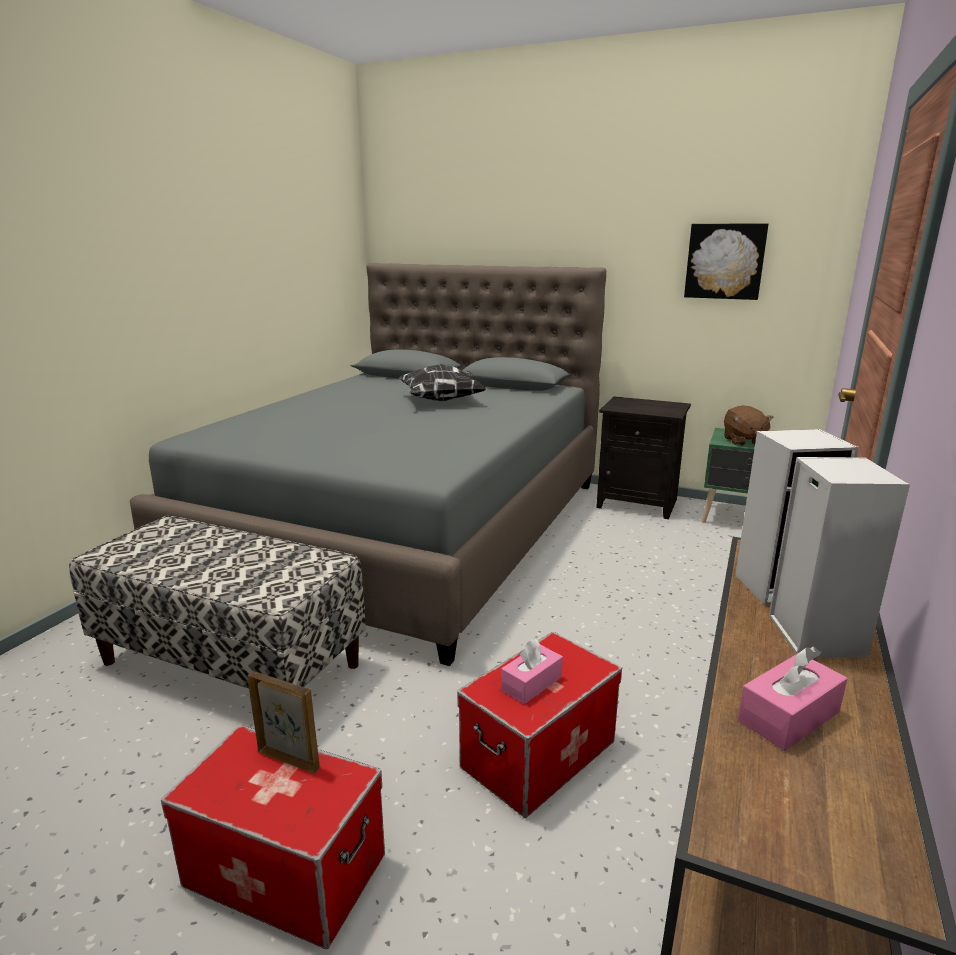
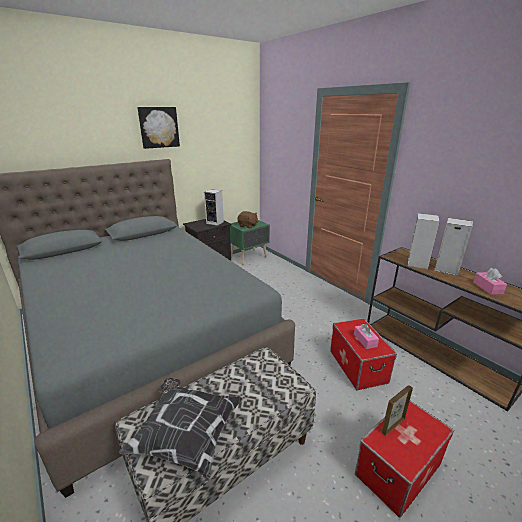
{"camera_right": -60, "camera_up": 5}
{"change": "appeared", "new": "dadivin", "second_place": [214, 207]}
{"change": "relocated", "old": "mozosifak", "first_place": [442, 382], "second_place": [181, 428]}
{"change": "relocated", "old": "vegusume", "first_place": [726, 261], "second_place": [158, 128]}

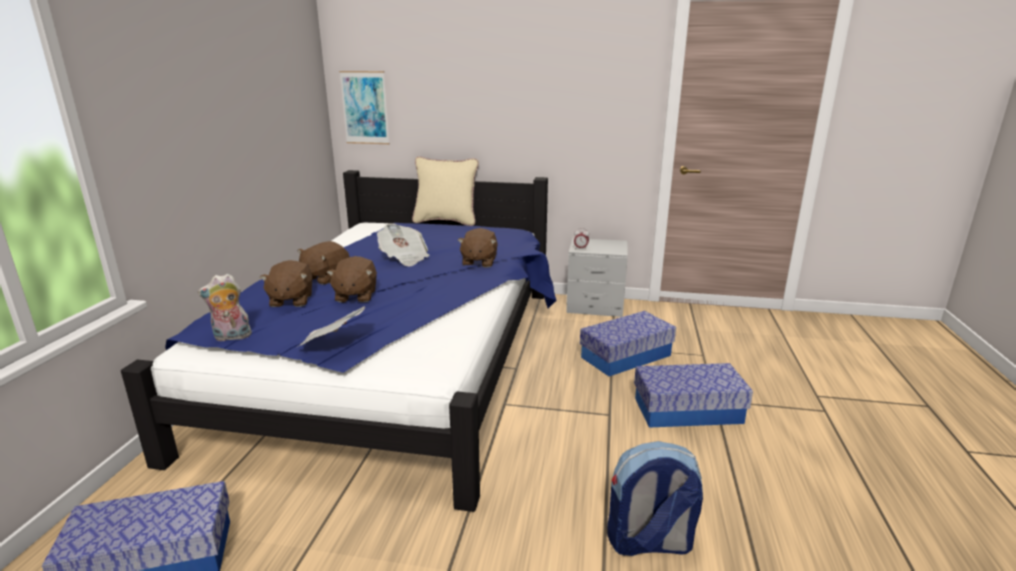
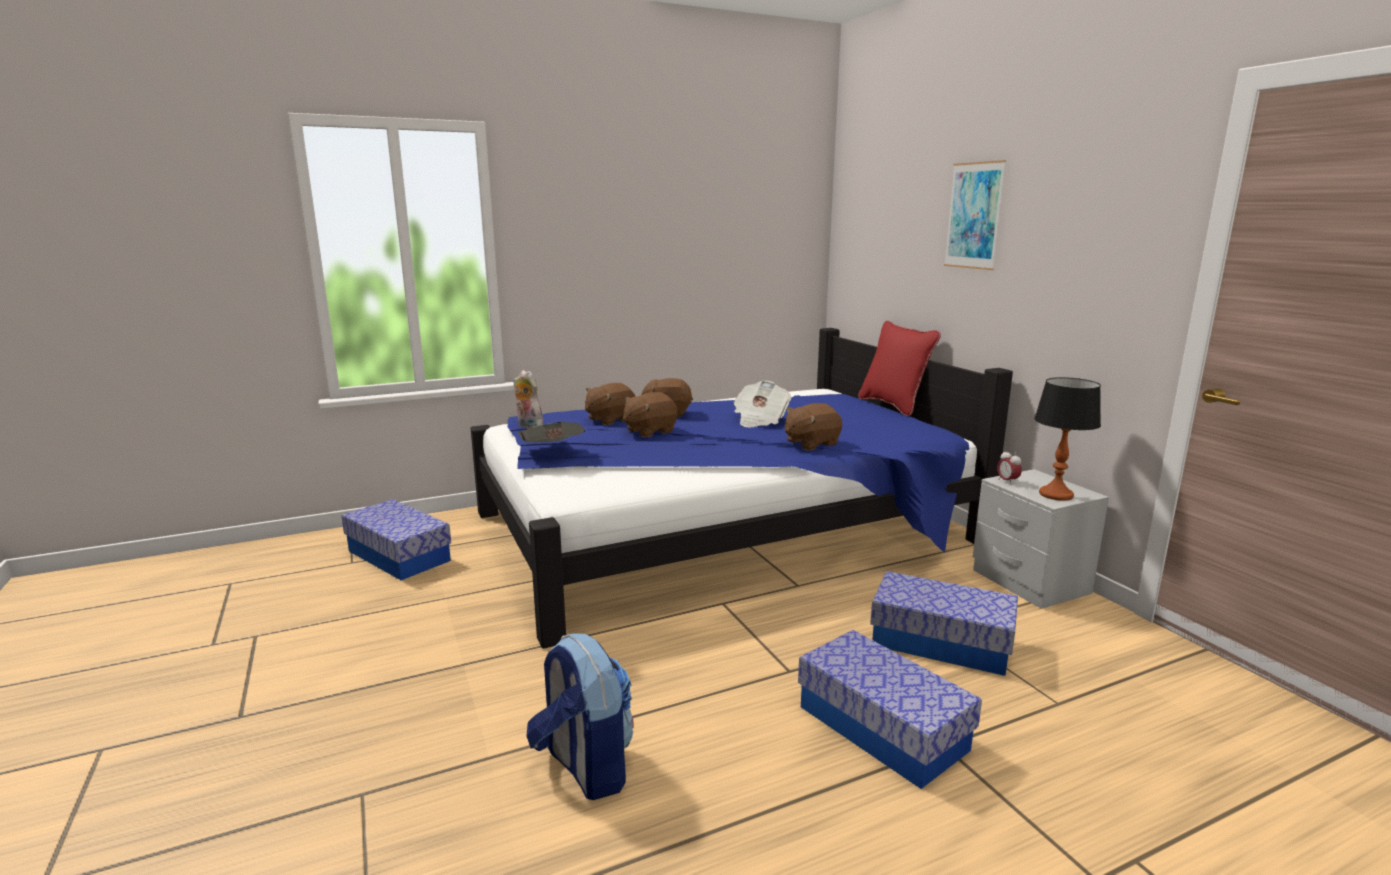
{"camera_right": 55, "camera_up": -5}
{"change": "appeared", "new": "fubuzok", "second_place": [1067, 439]}
{"change": "relocated", "old": "vegusume", "first_place": [364, 107], "second_place": [975, 215]}
{"change": "colour", "old": "beige mozosifak", "new": "red mozosifak", "first_place": [445, 191], "second_place": [899, 368]}

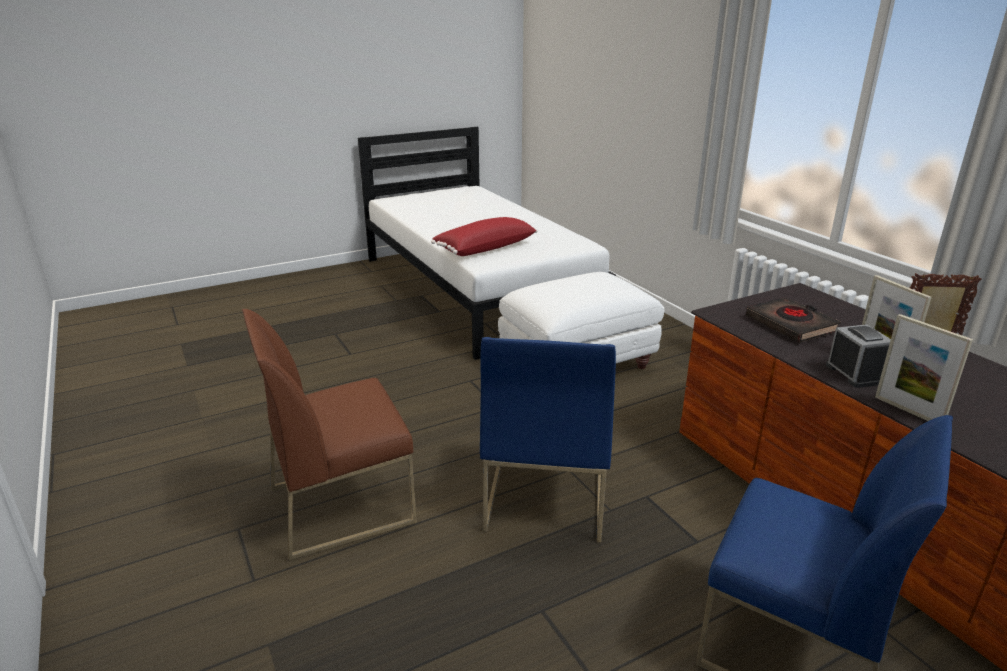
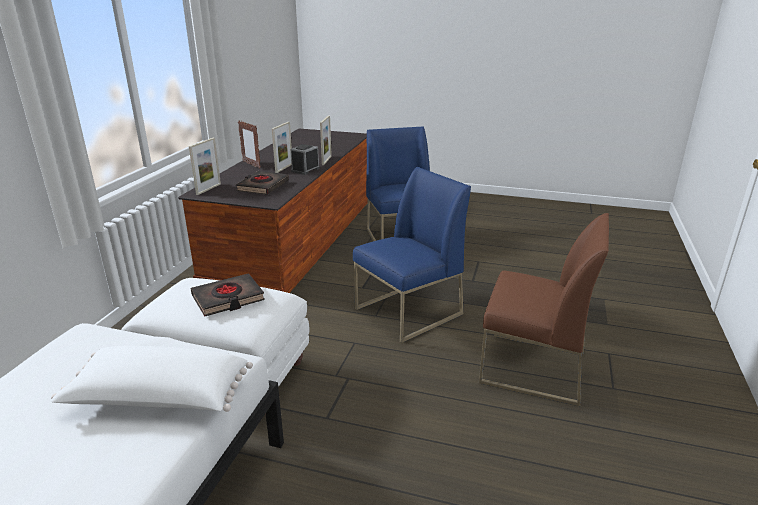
{"camera_right": -135, "camera_up": 0}
{"change": "appeared", "new": "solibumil", "second_place": [205, 166]}
{"change": "appeared", "new": "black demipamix", "second_place": [228, 295]}
{"change": "colour", "old": "red mozosifak", "new": "white mozosifak", "first_place": [484, 236], "second_place": [152, 379]}

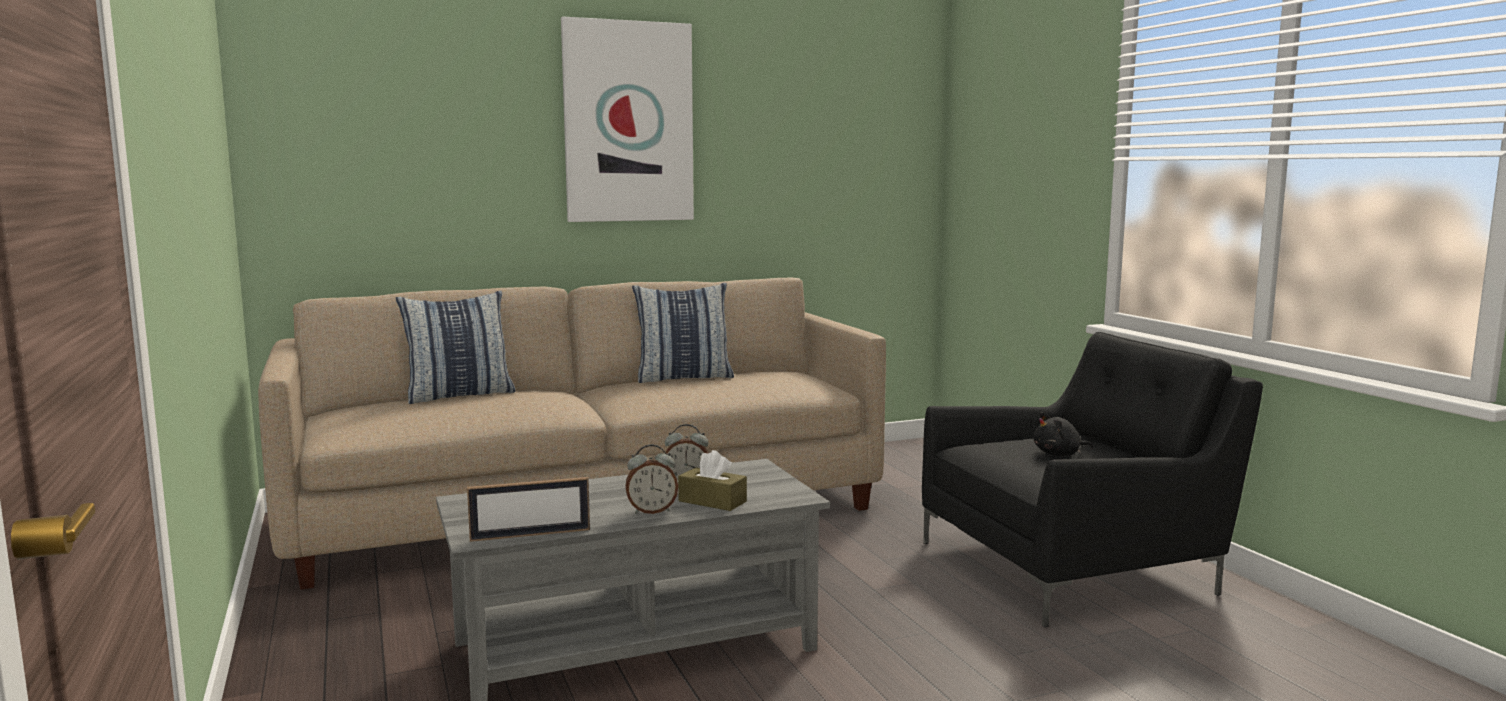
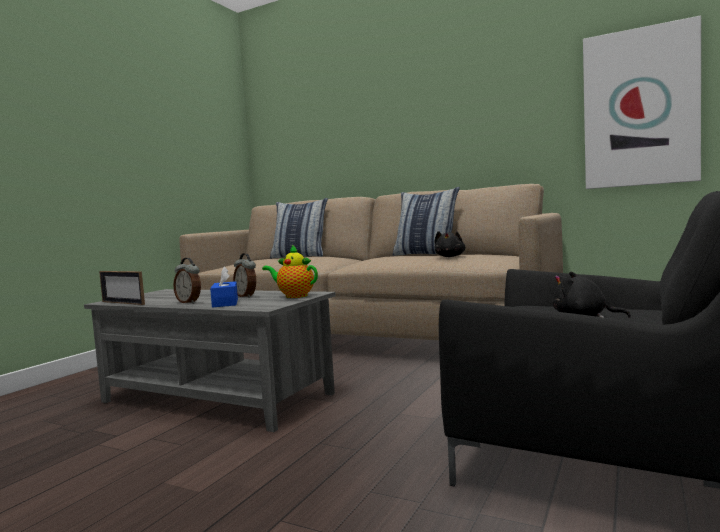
{"camera_right": 50, "camera_up": -5}
{"change": "appeared", "new": "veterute", "second_place": [290, 271]}
{"change": "appeared", "new": "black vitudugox", "second_place": [449, 244]}
{"change": "relocated", "old": "vegusume", "first_place": [627, 119], "second_place": [642, 102]}
{"change": "colour", "old": "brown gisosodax", "new": "blue gisosodax", "first_place": [712, 480], "second_place": [224, 287]}

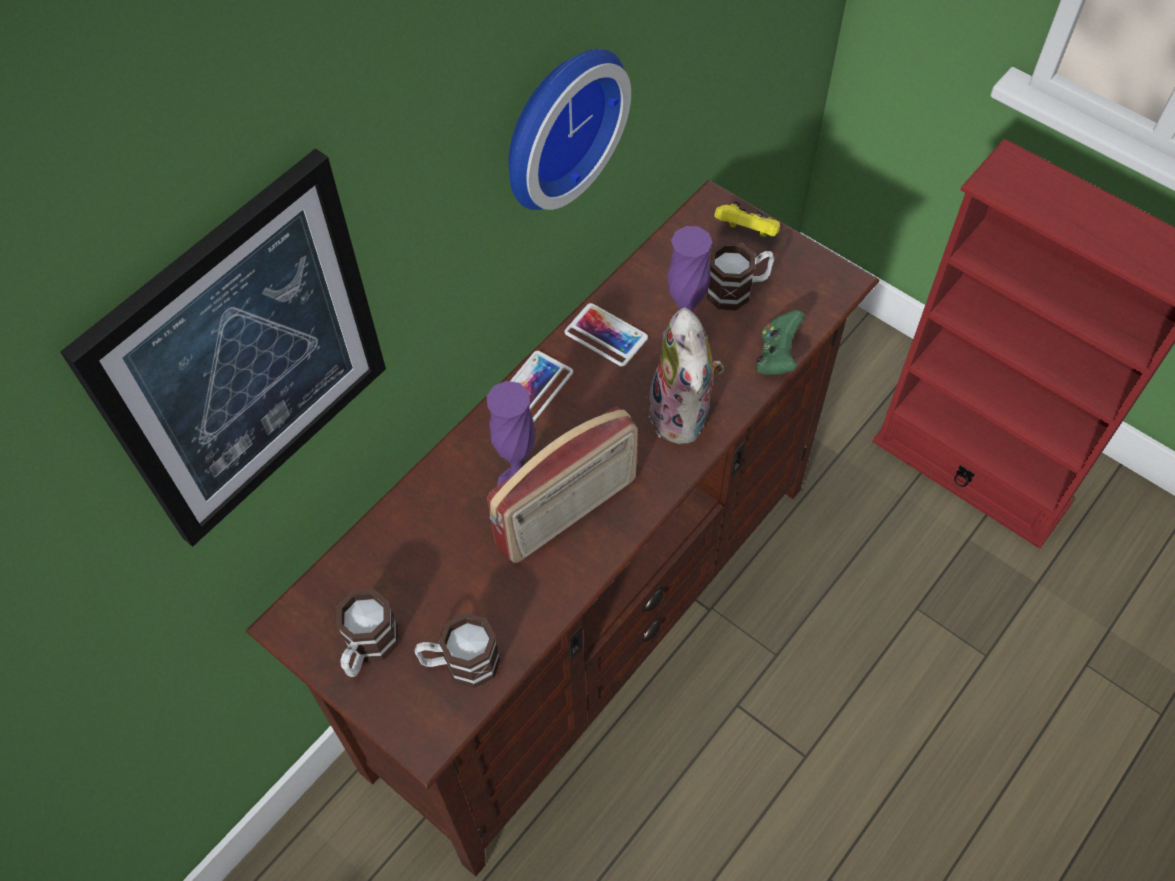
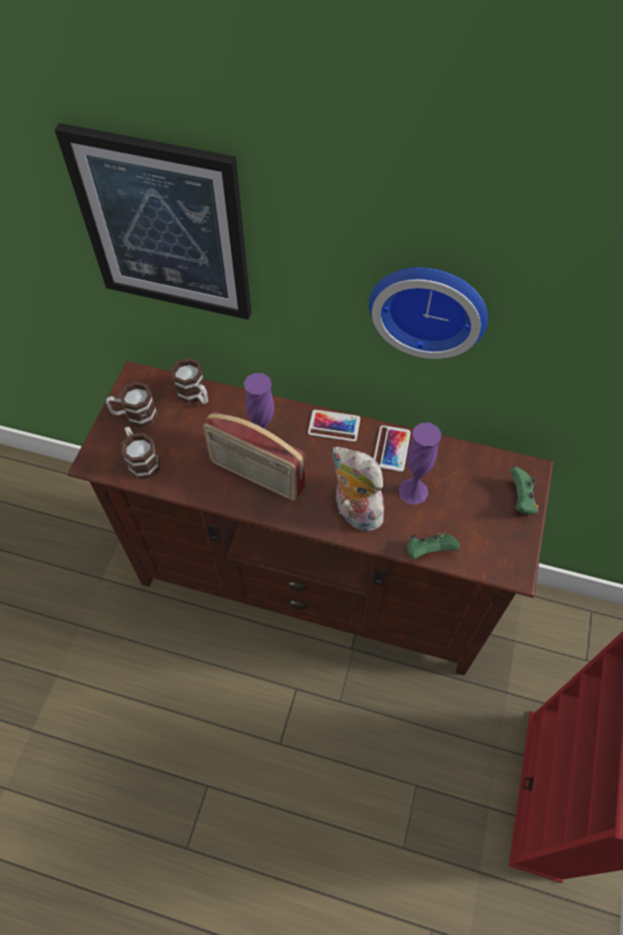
{"camera_right": 65, "camera_up": 0}
{"change": "relocated", "old": "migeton", "first_place": [740, 276], "second_place": [189, 381]}
{"change": "colour", "old": "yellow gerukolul", "new": "green gerukolul", "first_place": [747, 219], "second_place": [524, 490]}
{"change": "spun", "old": "vitudugox", "first_place": [686, 375], "second_place": [361, 489], "degrees": 75}

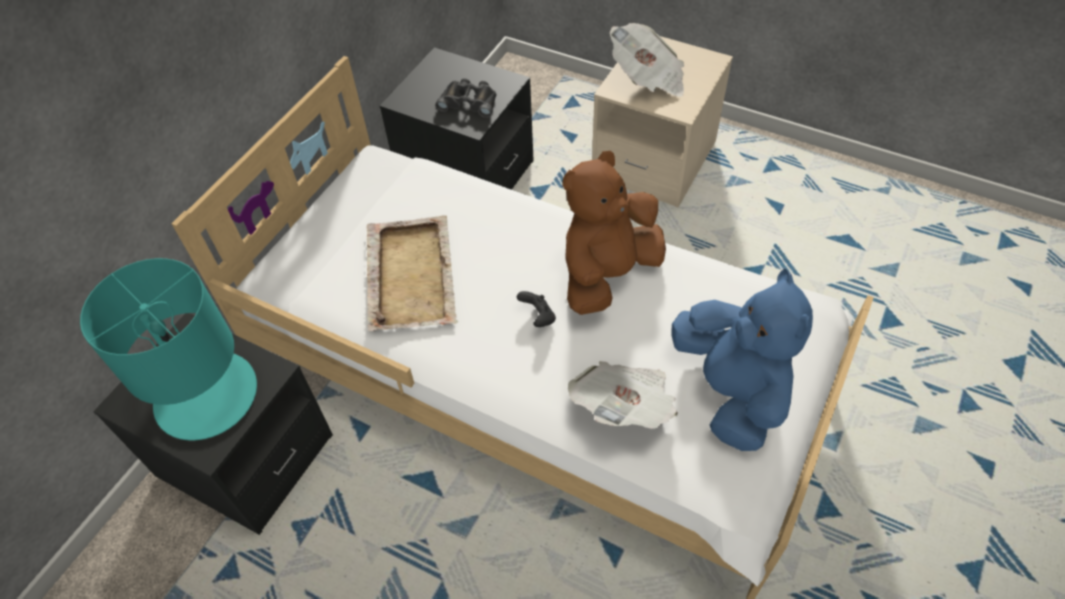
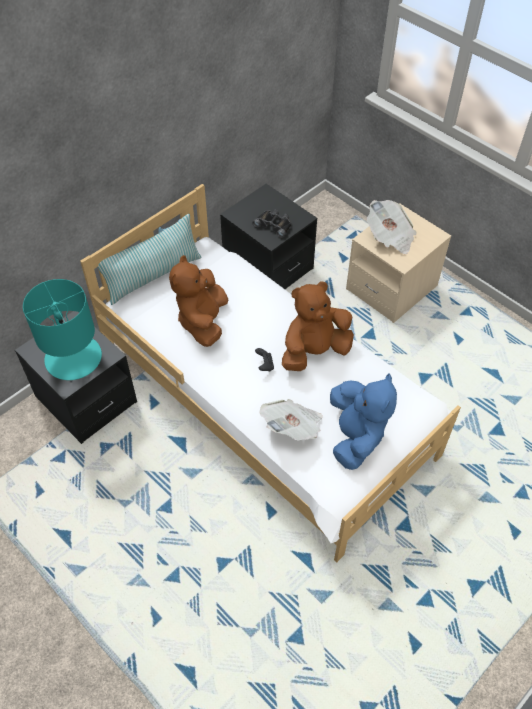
{"camera_right": 15, "camera_up": 0}
{"change": "appeared", "new": "mozosifak", "second_place": [150, 259]}
{"change": "exchanged", "old": "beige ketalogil", "new": "brown vitudugox", "first_place": [412, 273], "second_place": [198, 301]}

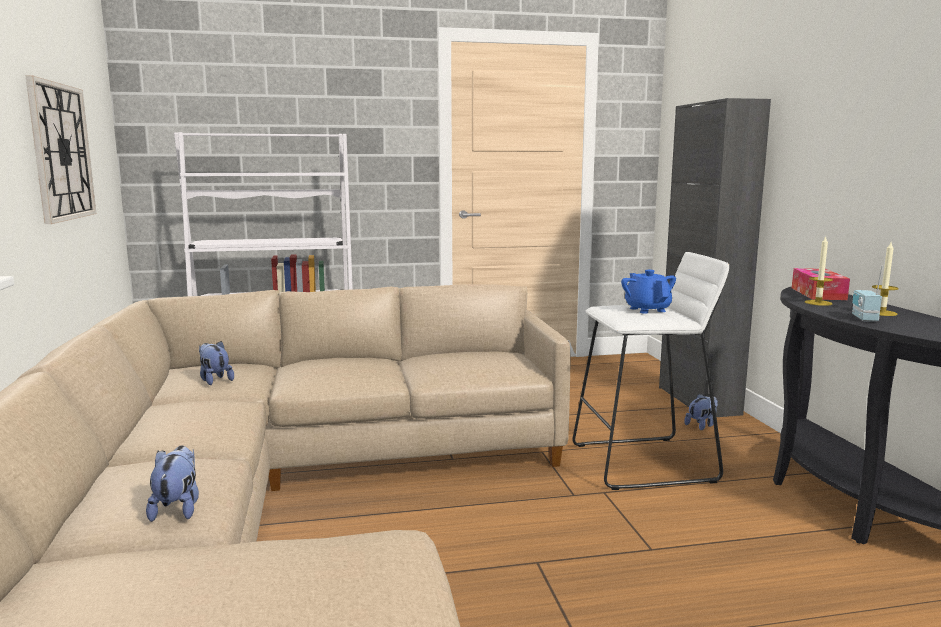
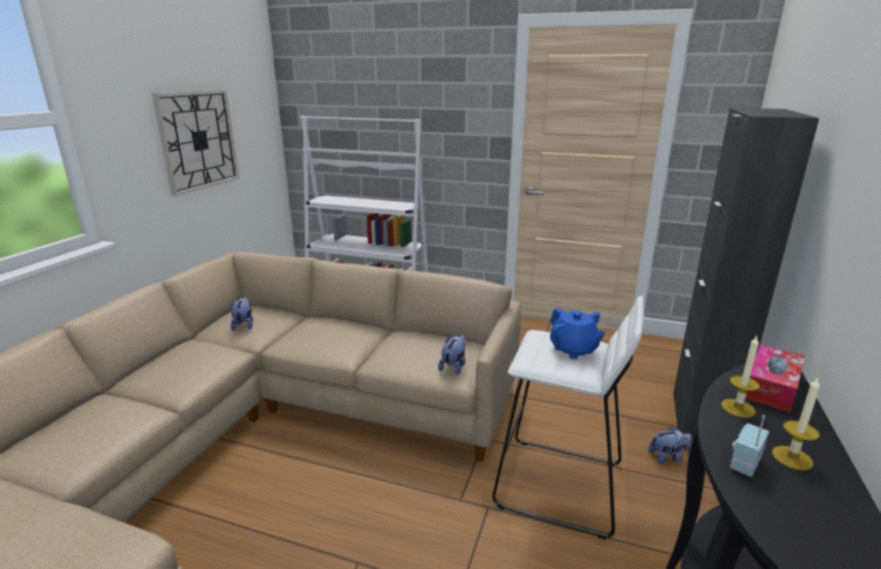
{"camera_right": 30, "camera_up": 10}
{"change": "relocated", "old": "vitudugox", "first_place": [172, 483], "second_place": [452, 354]}
{"change": "spun", "old": "blue veterute", "first_place": [648, 292], "second_place": [577, 333], "degrees": 135}

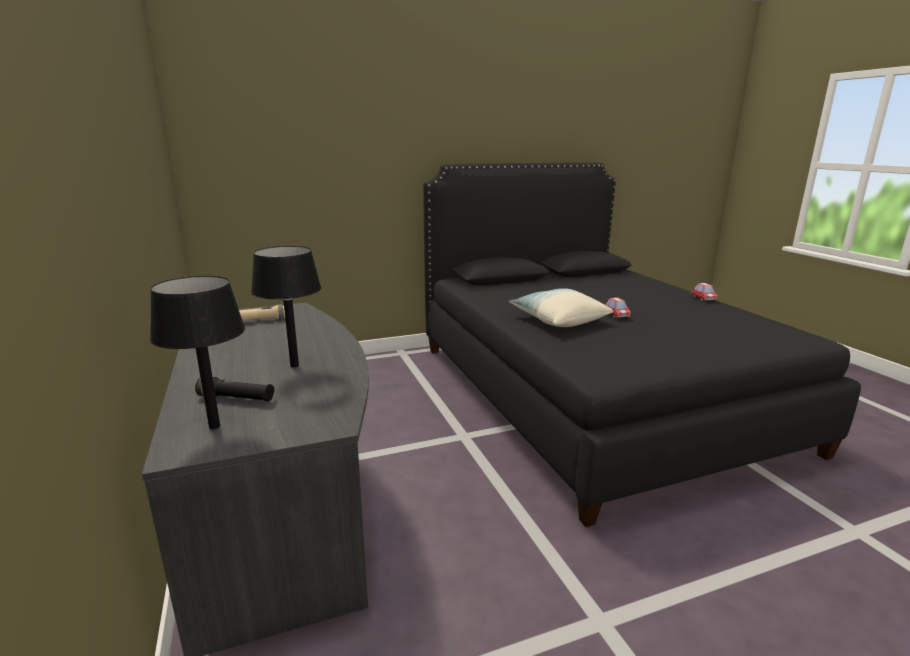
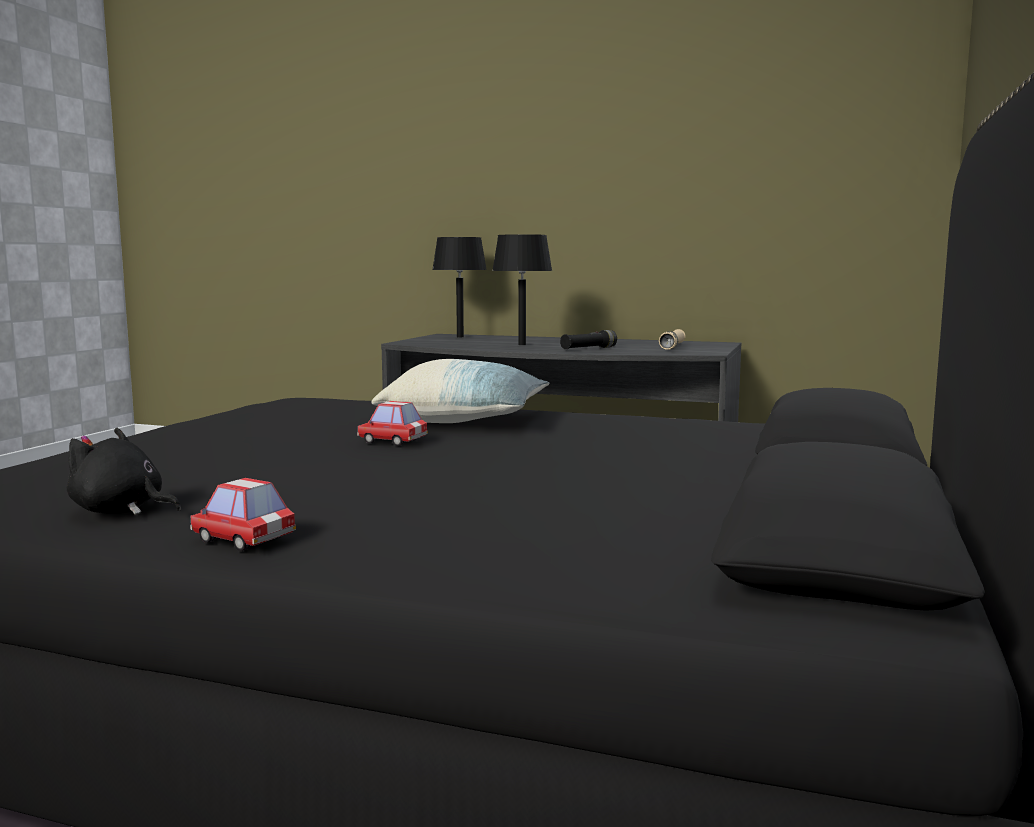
{"camera_right": 130, "camera_up": -10}
{"change": "appeared", "new": "black vitudugox", "second_place": [124, 471]}
{"change": "relocated", "old": "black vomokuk", "first_place": [235, 389], "second_place": [588, 339]}

